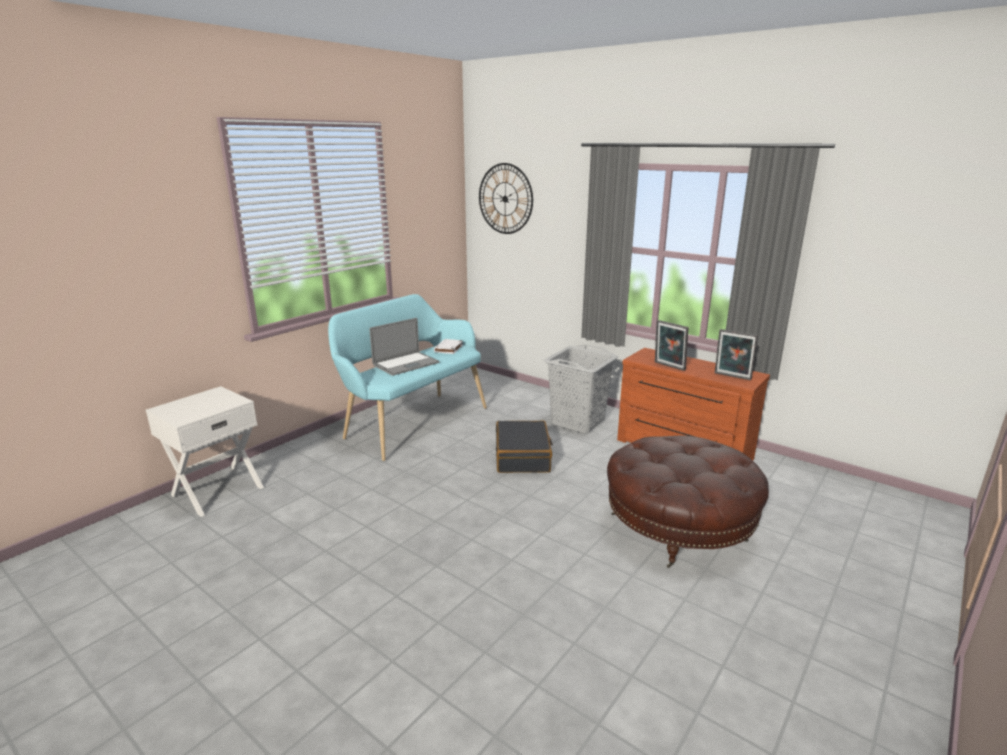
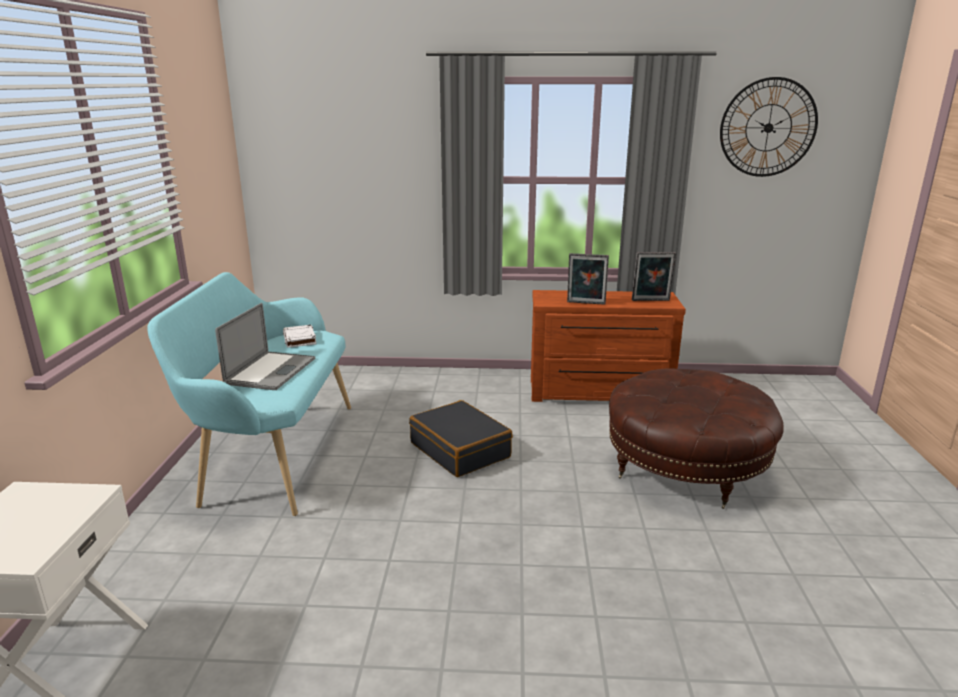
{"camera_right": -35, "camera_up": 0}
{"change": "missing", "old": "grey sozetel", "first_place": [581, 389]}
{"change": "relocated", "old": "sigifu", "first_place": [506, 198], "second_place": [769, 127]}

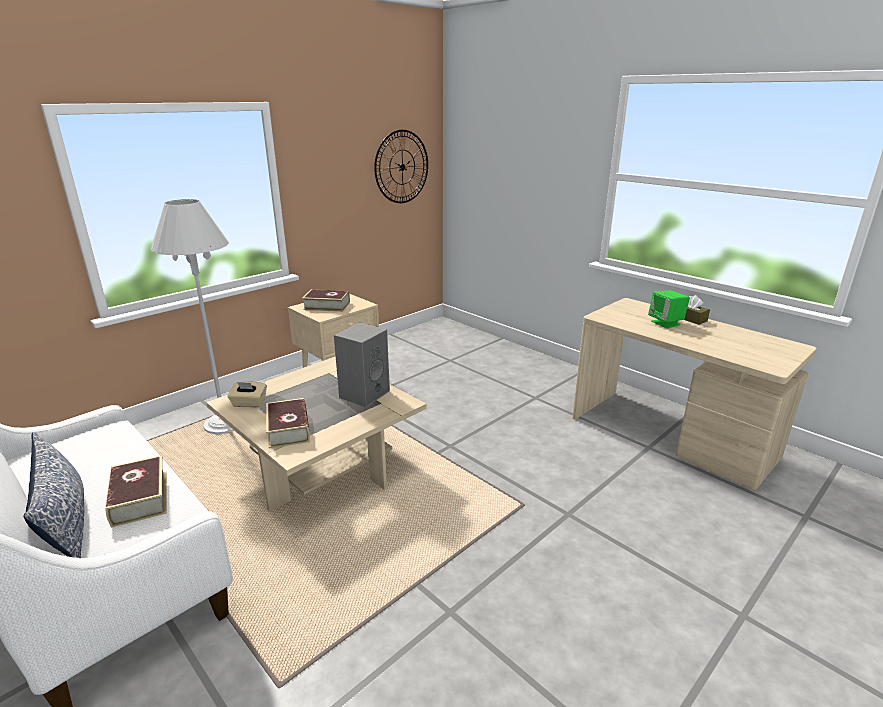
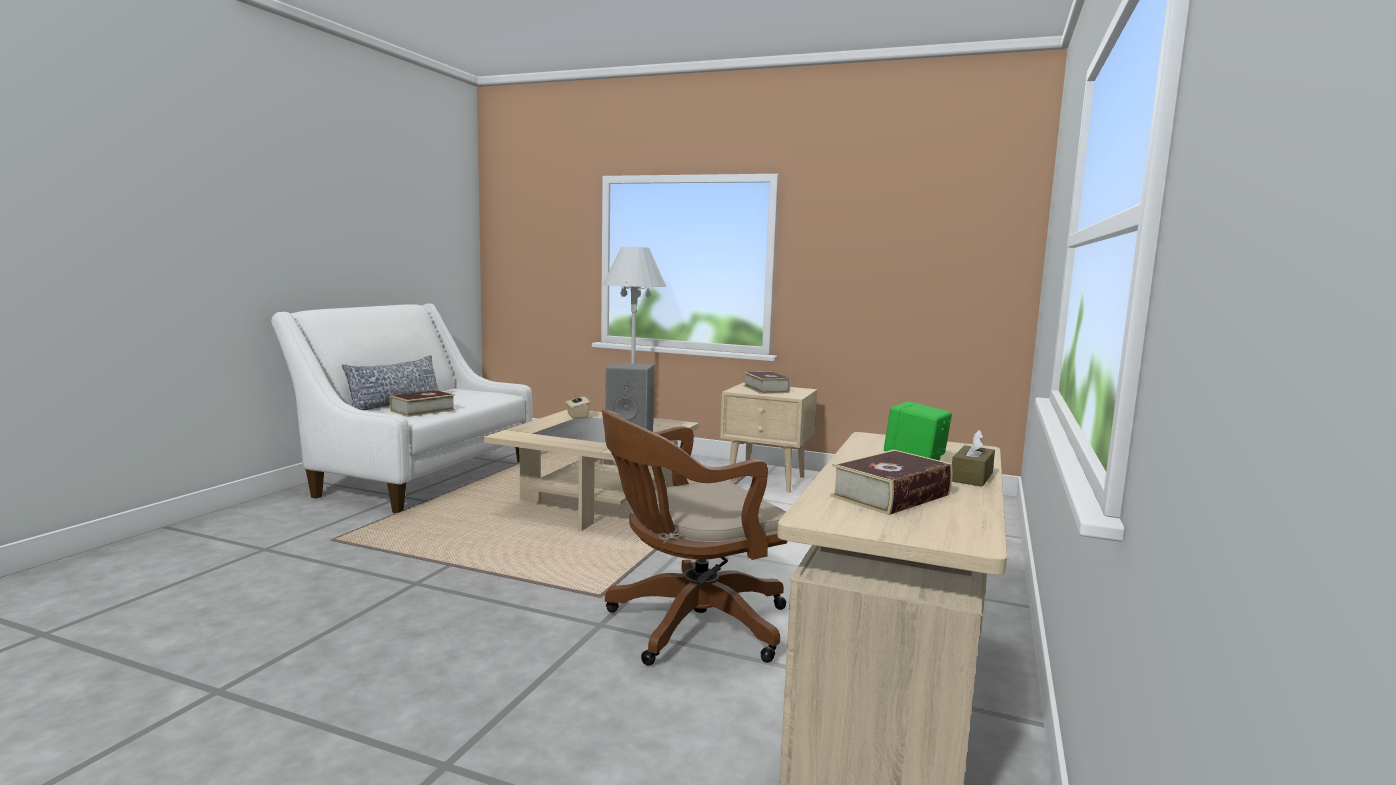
{"camera_right": 65, "camera_up": -15}
{"change": "missing", "old": "sigifu", "first_place": [401, 166]}
{"change": "appeared", "new": "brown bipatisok", "second_place": [694, 537]}
{"change": "relocated", "old": "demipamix", "first_place": [288, 423], "second_place": [891, 482]}

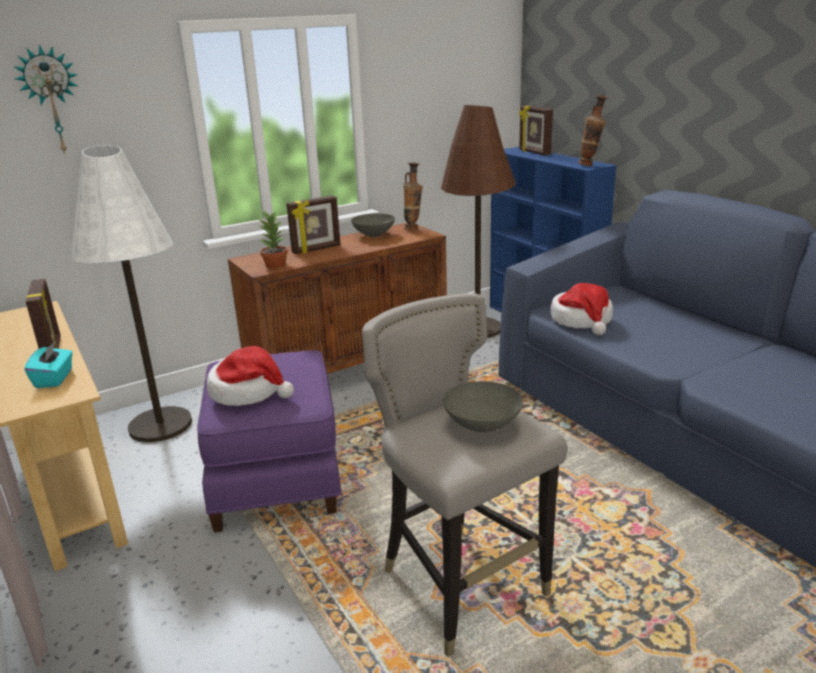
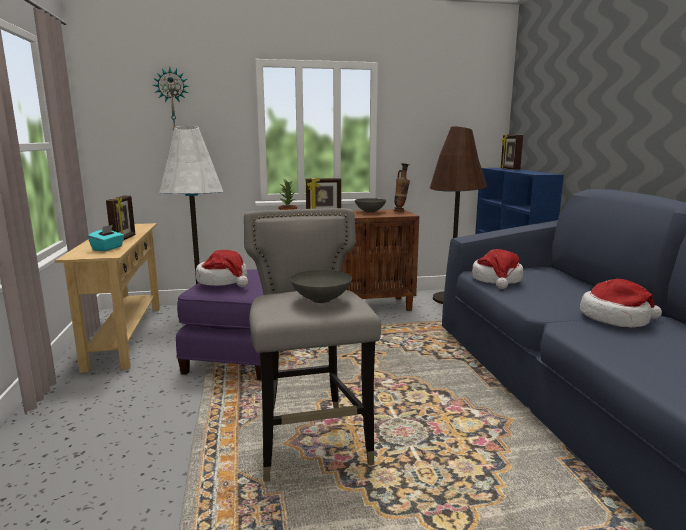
{"camera_right": 20, "camera_up": -10}
{"change": "missing", "old": "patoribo", "first_place": [593, 130]}
{"change": "appeared", "new": "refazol", "second_place": [621, 303]}

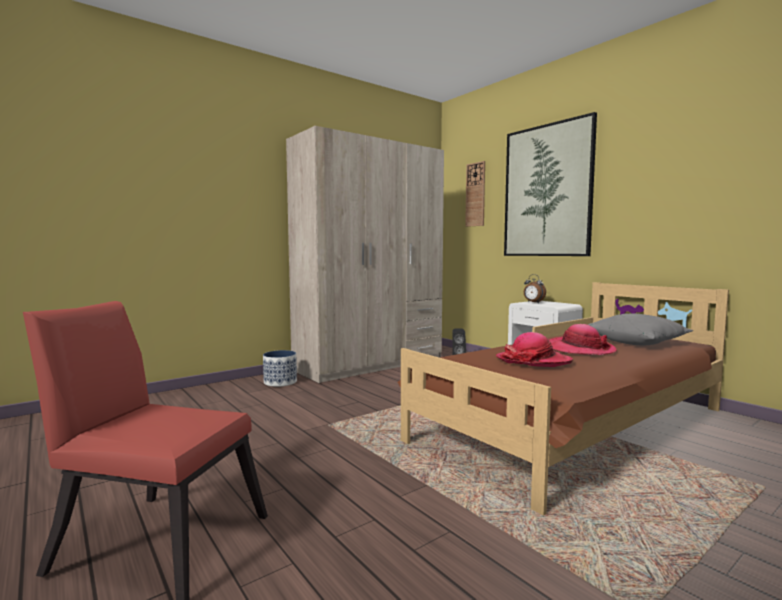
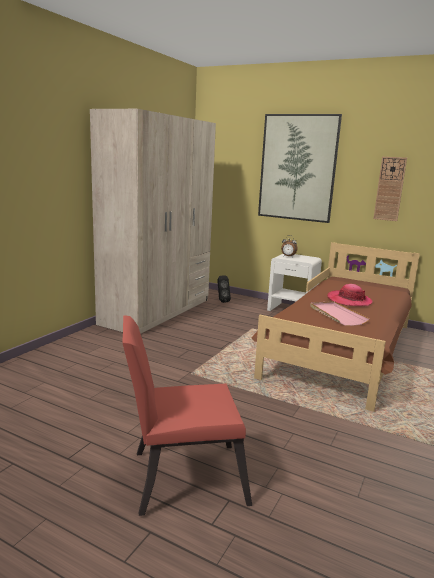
{"camera_right": -25, "camera_up": 10}
{"change": "missing", "old": "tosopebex", "first_place": [280, 368]}
{"change": "missing", "old": "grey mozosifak", "first_place": [640, 329]}
{"change": "relocated", "old": "sigifu", "first_place": [475, 194], "second_place": [390, 189]}
{"change": "exchanged", "old": "refazol", "new": "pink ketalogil", "first_place": [534, 349], "second_place": [339, 313]}

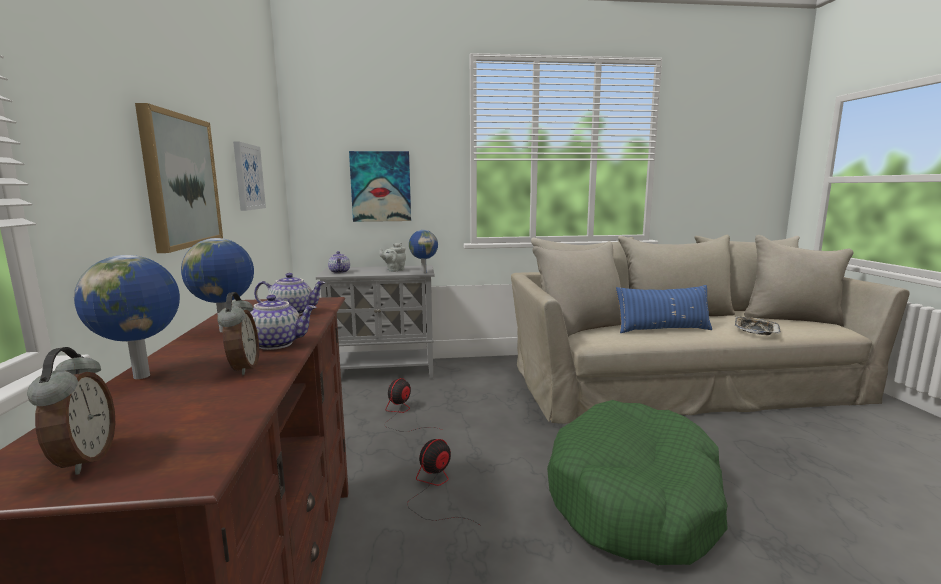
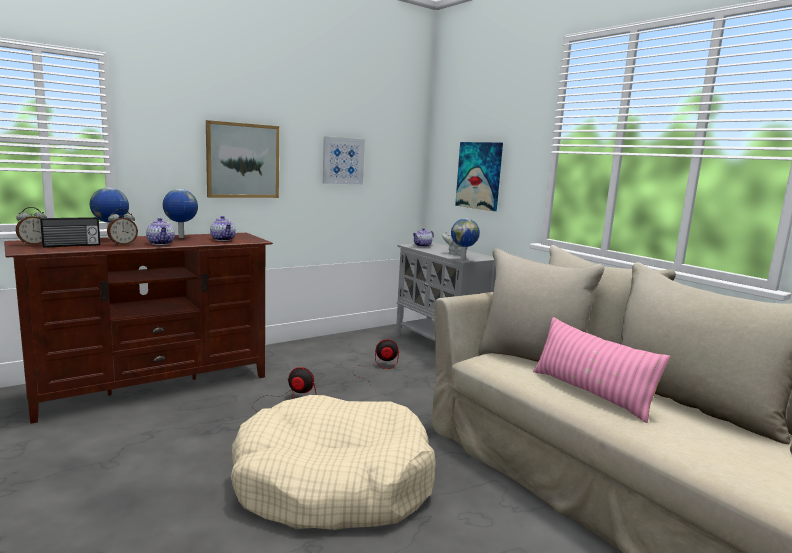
{"camera_right": 60, "camera_up": 0}
{"change": "missing", "old": "ketalogil", "first_place": [757, 326]}
{"change": "appeared", "new": "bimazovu", "second_place": [70, 232]}
{"change": "colour", "old": "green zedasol", "new": "beige zedasol", "first_place": [637, 482], "second_place": [333, 462]}
{"change": "colour", "old": "blue mozosifak", "new": "pink mozosifak", "first_place": [664, 309], "second_place": [601, 370]}

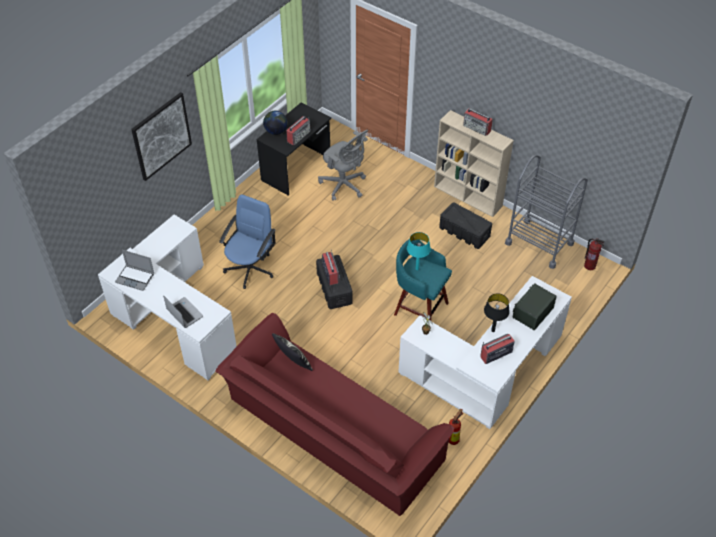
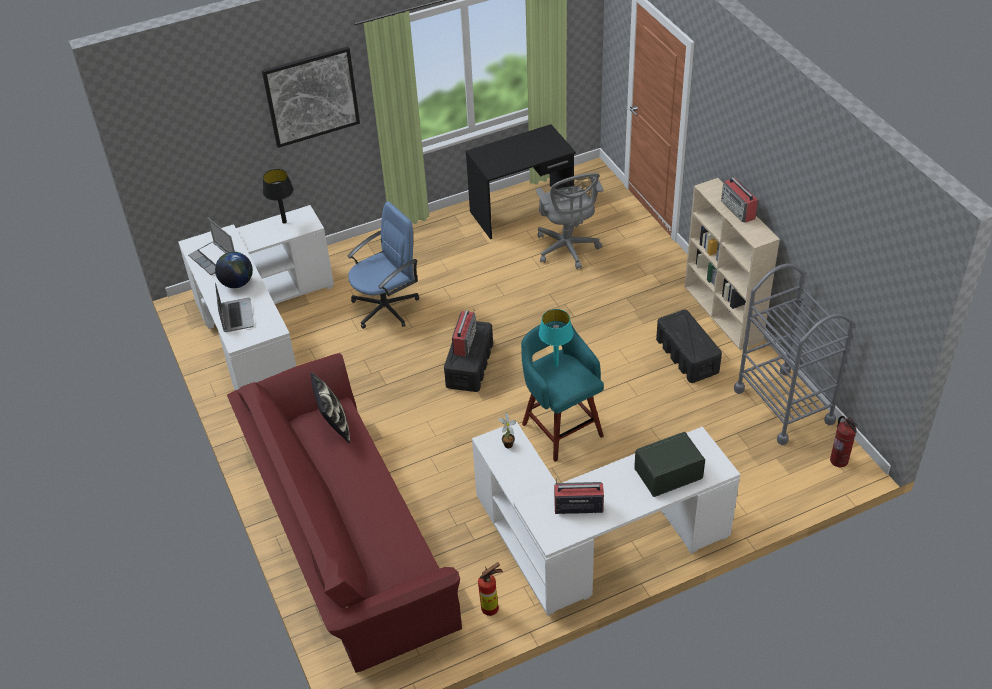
{"camera_right": 30, "camera_up": -5}
{"change": "missing", "old": "bimazovu", "first_place": [298, 130]}
{"change": "relocated", "old": "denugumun", "first_place": [275, 123], "second_place": [234, 270]}
{"change": "relocated", "old": "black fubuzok", "first_place": [497, 312], "second_place": [278, 196]}

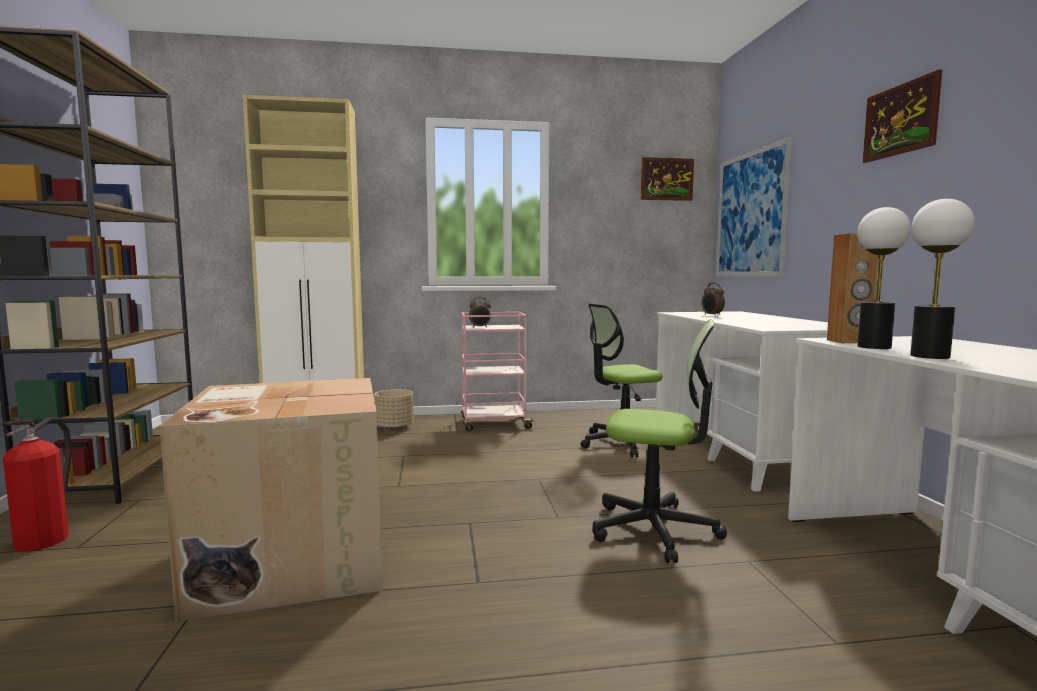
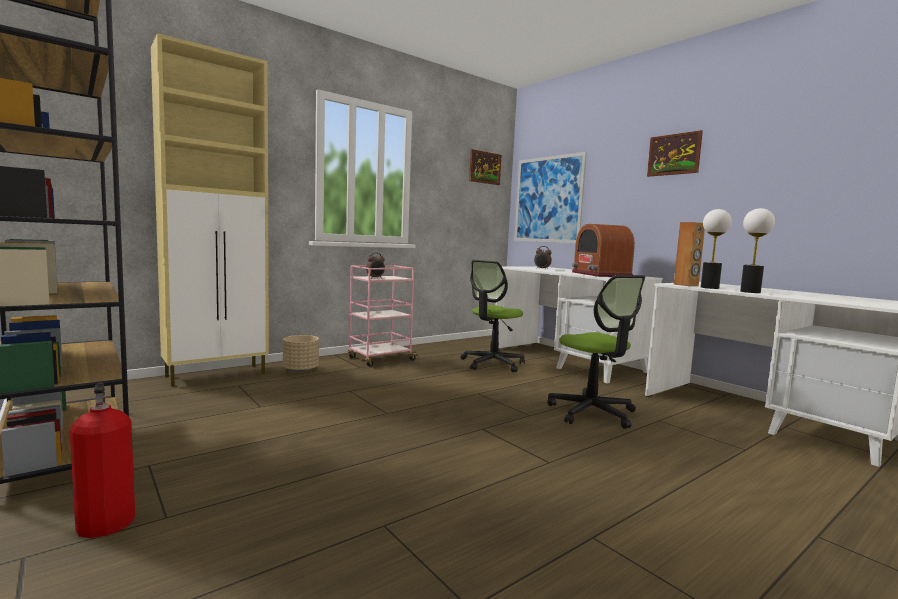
{"camera_right": -30, "camera_up": 0}
{"change": "missing", "old": "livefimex", "first_place": [271, 500]}
{"change": "appeared", "new": "bimazovu", "second_place": [603, 250]}
{"change": "spun", "old": "bipatisok", "first_place": [660, 441], "second_place": [596, 352], "degrees": 75}

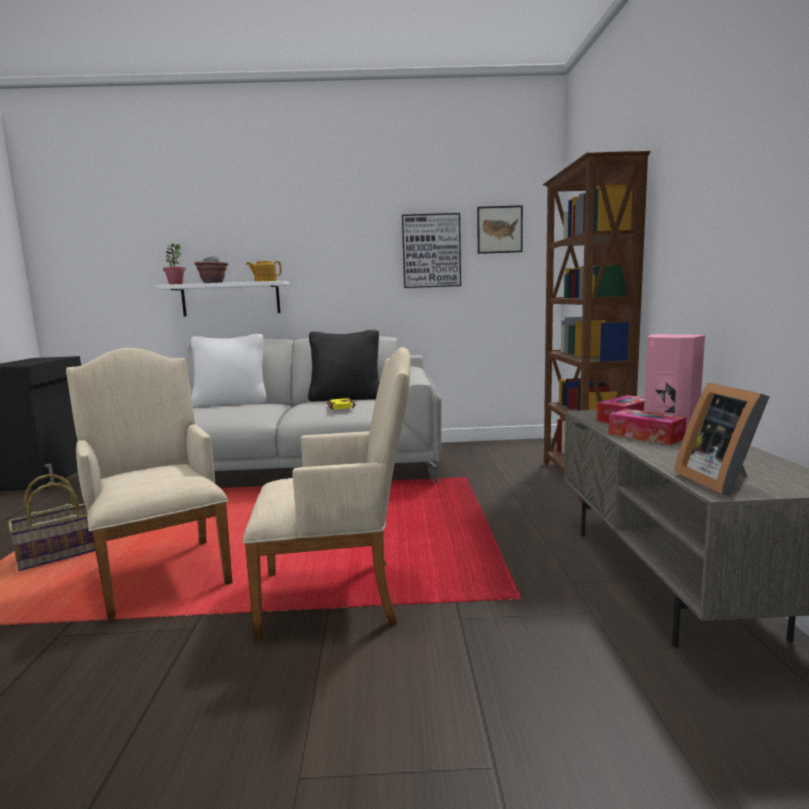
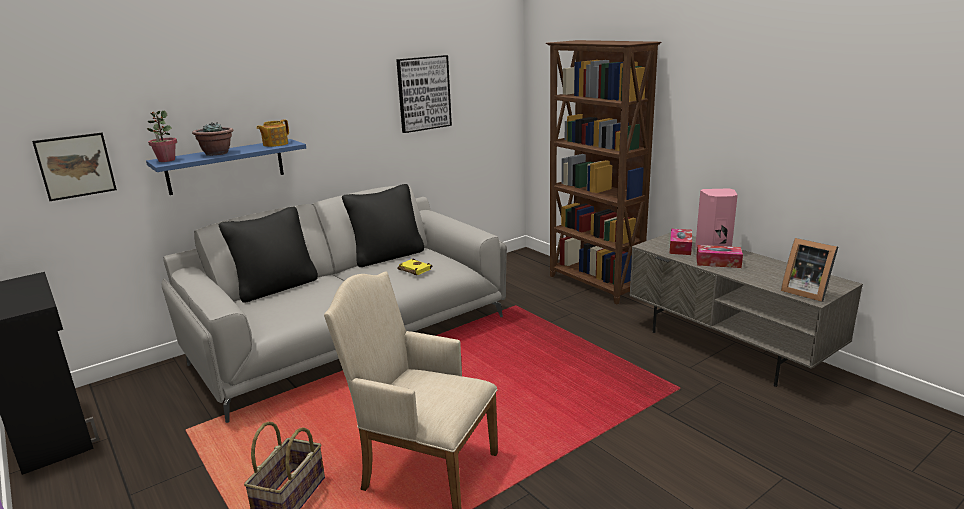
{"camera_right": -35, "camera_up": 10}
{"change": "missing", "old": "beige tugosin", "first_place": [327, 493]}
{"change": "relocated", "old": "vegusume", "first_place": [500, 229], "second_place": [74, 167]}
{"change": "colour", "old": "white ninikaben", "new": "blue ninikaben", "first_place": [222, 299], "second_place": [226, 167]}
{"change": "colour", "old": "white mozosifak", "new": "black mozosifak", "first_place": [229, 370], "second_place": [268, 255]}

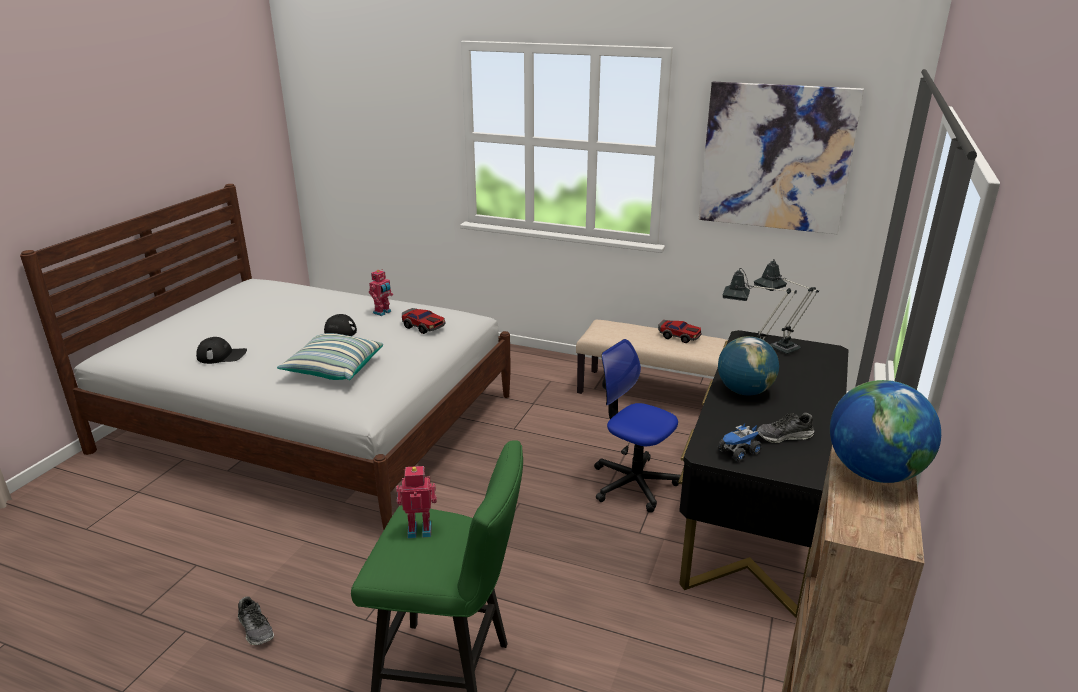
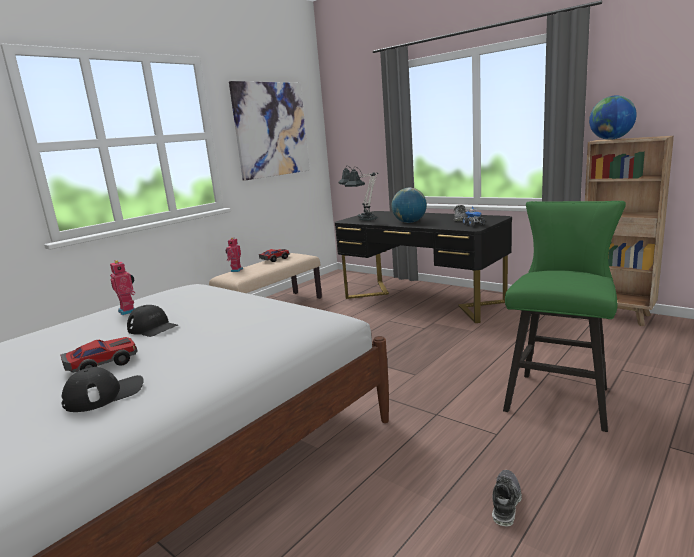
{"camera_right": -70, "camera_up": -10}
{"change": "missing", "old": "mozosifak", "first_place": [330, 356]}
{"change": "missing", "old": "bipatisok", "first_place": [637, 426]}
{"change": "relocated", "old": "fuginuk", "first_place": [416, 502], "second_place": [234, 255]}
{"change": "relocated", "old": "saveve", "first_place": [423, 321], "second_place": [98, 355]}
{"change": "spun", "old": "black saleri", "first_place": [221, 350], "second_place": [102, 389], "degrees": 45}
{"change": "spun", "old": "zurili", "first_place": [256, 620], "second_place": [507, 498], "degrees": -45}

